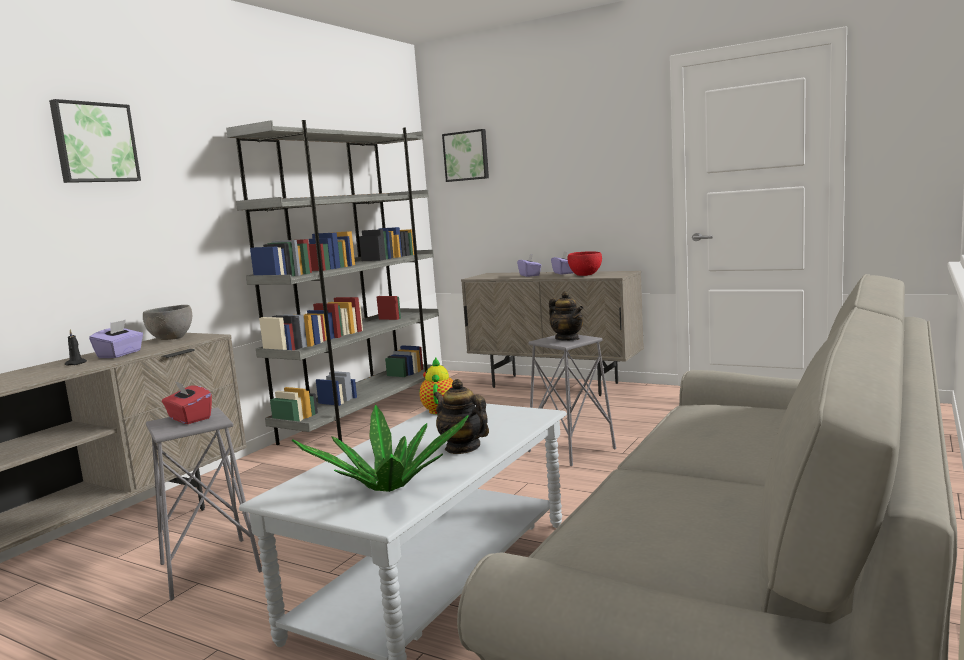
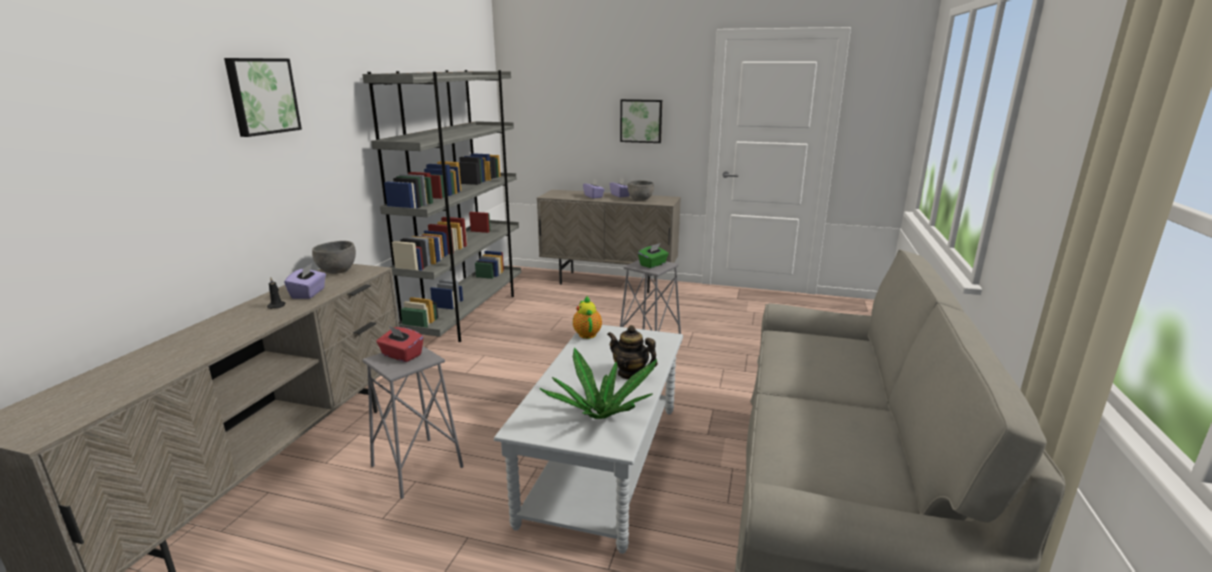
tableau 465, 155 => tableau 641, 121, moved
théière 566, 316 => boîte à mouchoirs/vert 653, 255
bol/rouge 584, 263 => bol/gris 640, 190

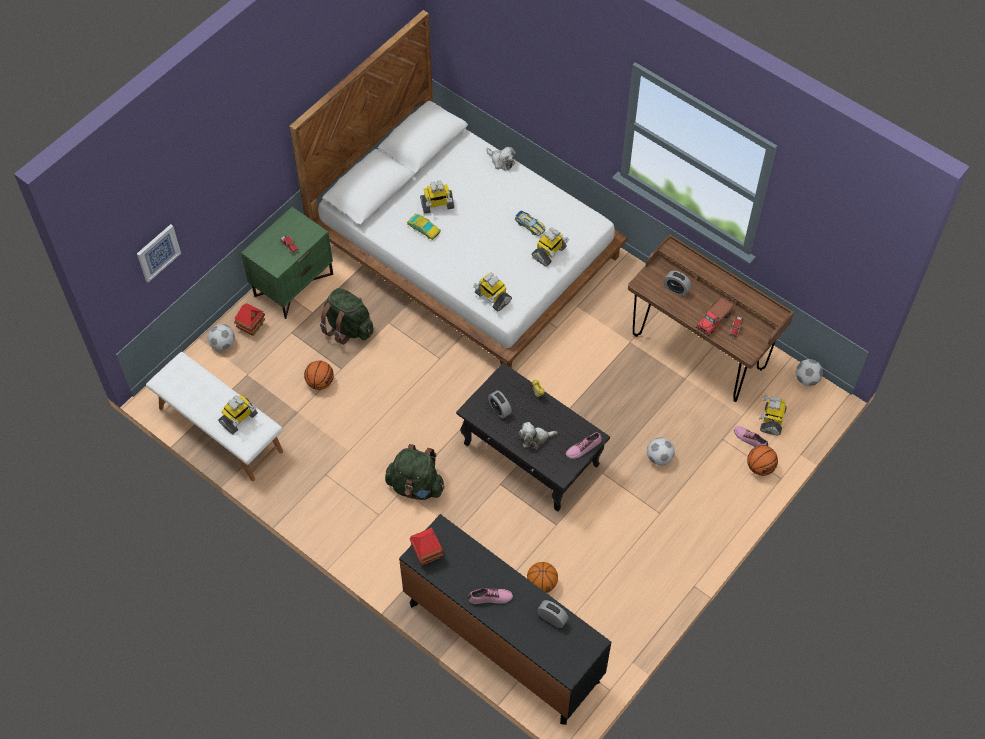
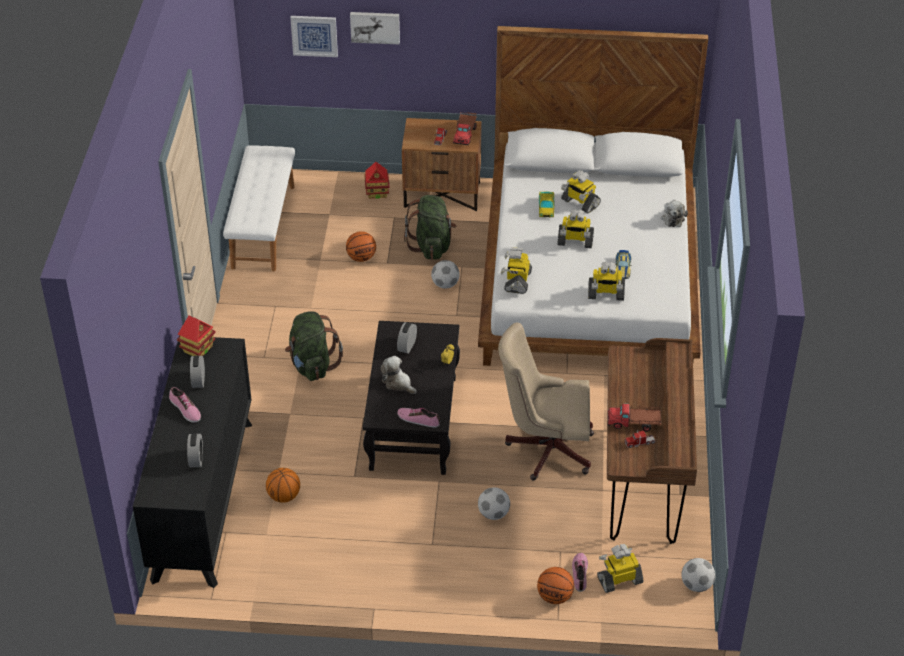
nothing => tableau 375, 28
nothing => camion jouet 465, 128
nothing => chaise de bureau/beige 546, 402
ballon de foot 221, 337 => ballon de foot 445, 274, moved
robot jouet 238, 415 => robot jouet 575, 228, moved
réveil 678, 283 => réveil 197, 372, moved
table de chevet/vert 287, 263 => table de chevet/marron 442, 164

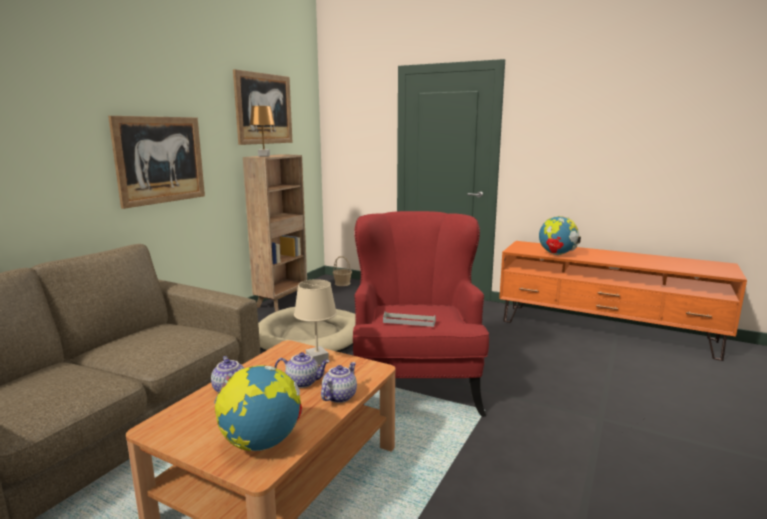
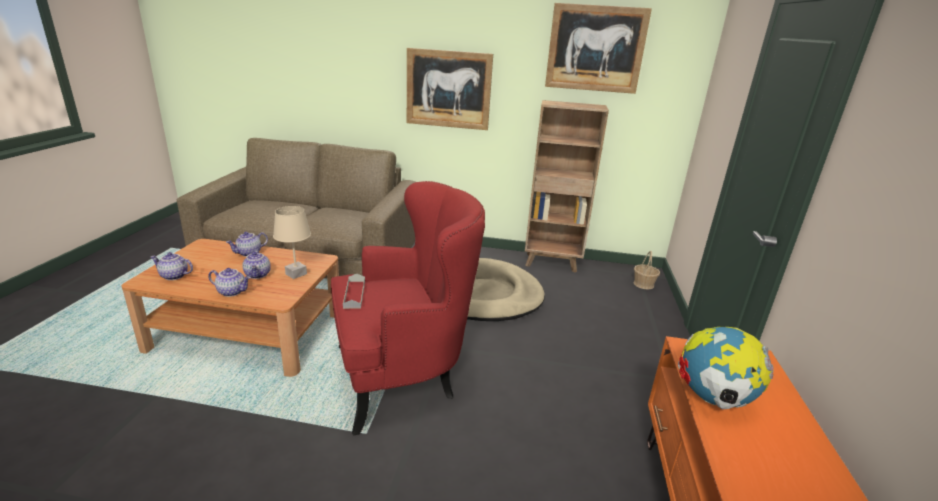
lampe de table/marron 262, 131 => nothing
globe 258, 408 => théière 172, 266

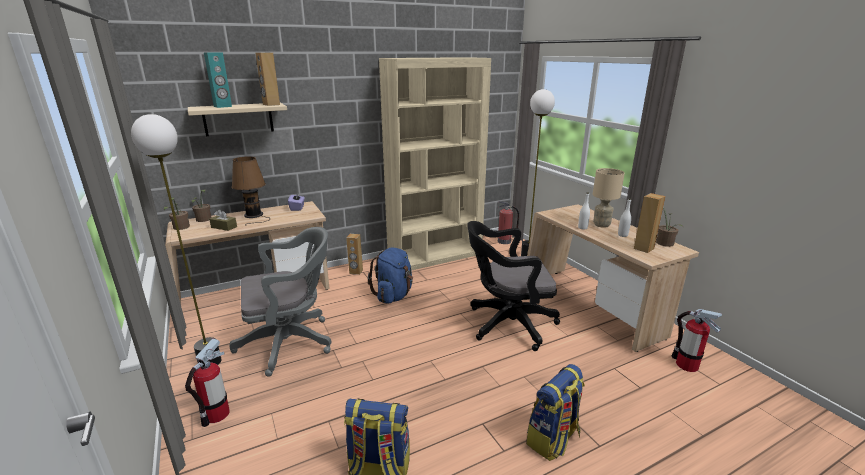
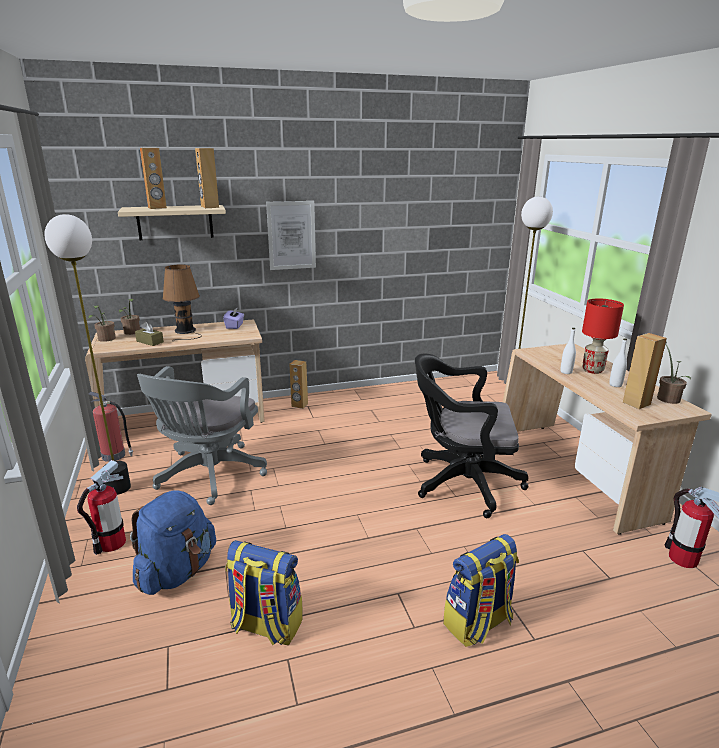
bibliothèque/beige 435, 164 => nothing
nothing => tableau 291, 235
sac à dos/bleu 390, 275 => sac à dos/bleu 173, 542, moved
extincteur 508, 222 => extincteur 110, 427, moved
enceinte/turquoise 218, 80 => enceinte/marron 153, 178
lampe de table/beige 609, 198 => lampe de table/rouge 603, 336
chaise de bureau/gris 281, 302 => chaise de bureau/gris 202, 435, 120 degrees clockwise

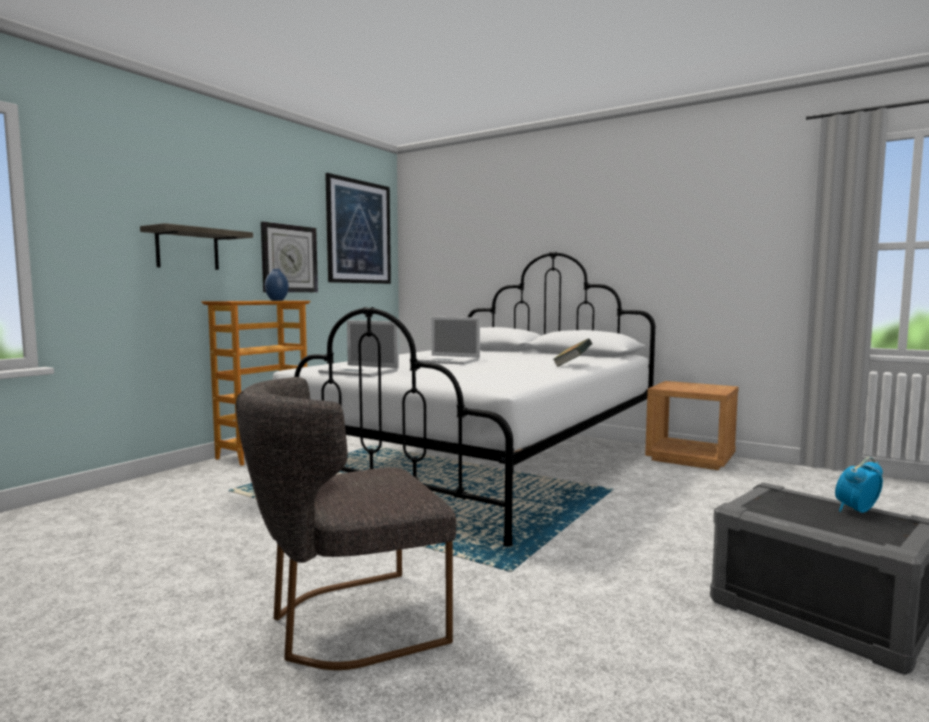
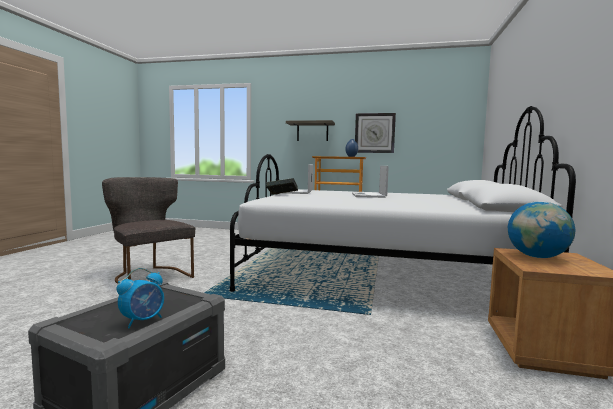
tableau 358, 228 => nothing
nothing => globe 541, 229
livre 572, 352 => livre 282, 186, moved
réveil 859, 485 => réveil 140, 298, 90 degrees clockwise

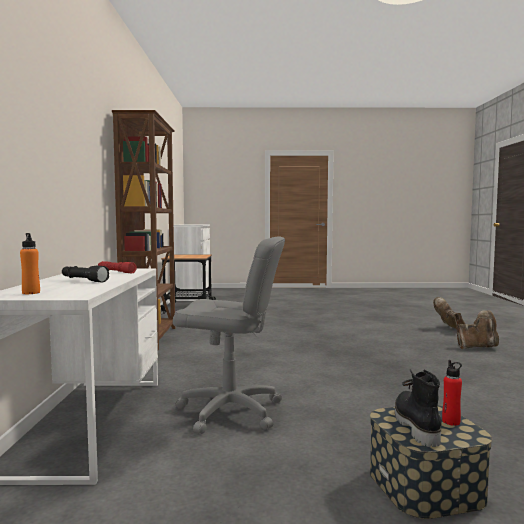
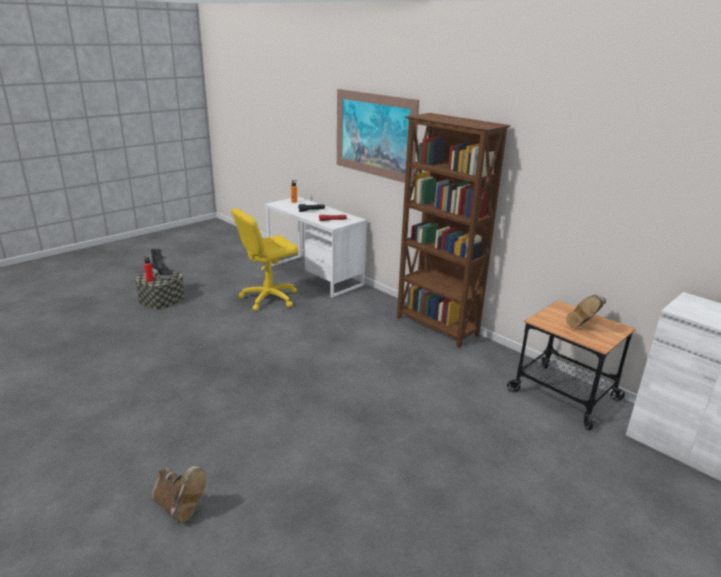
nothing => tableau 378, 136
botte/marron 478, 329 => botte/marron 586, 311, moved
chaise de bureau/gris 229, 335 => chaise de bureau/jaune 265, 259

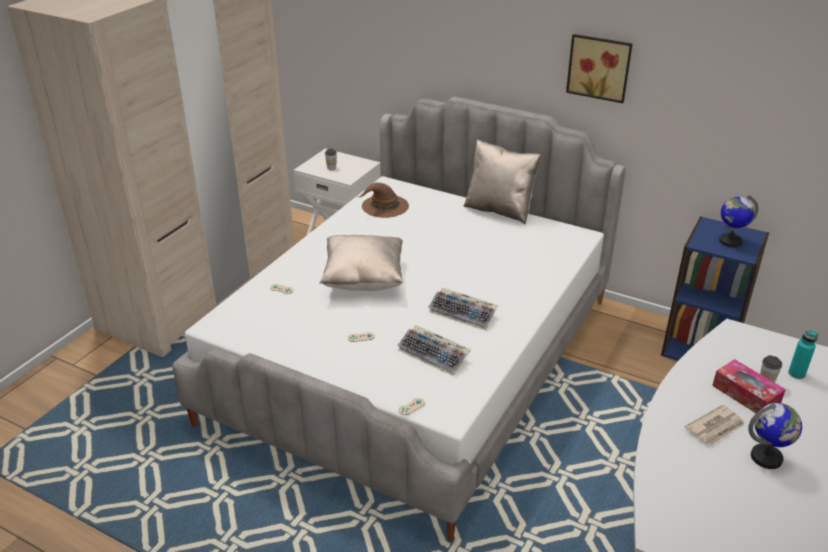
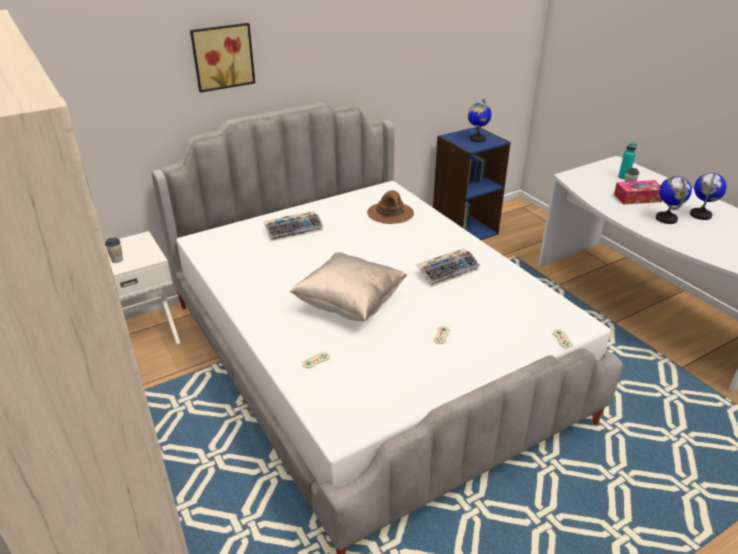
coussin/beige 502, 181 => nothing
chapeau/marron 384, 200 => chapeau/marron 390, 207, moved
clavier 434, 350 => clavier 293, 226, moved
tableau 599, 68 => tableau 222, 58, moved
journal 715, 425 => globe 674, 200

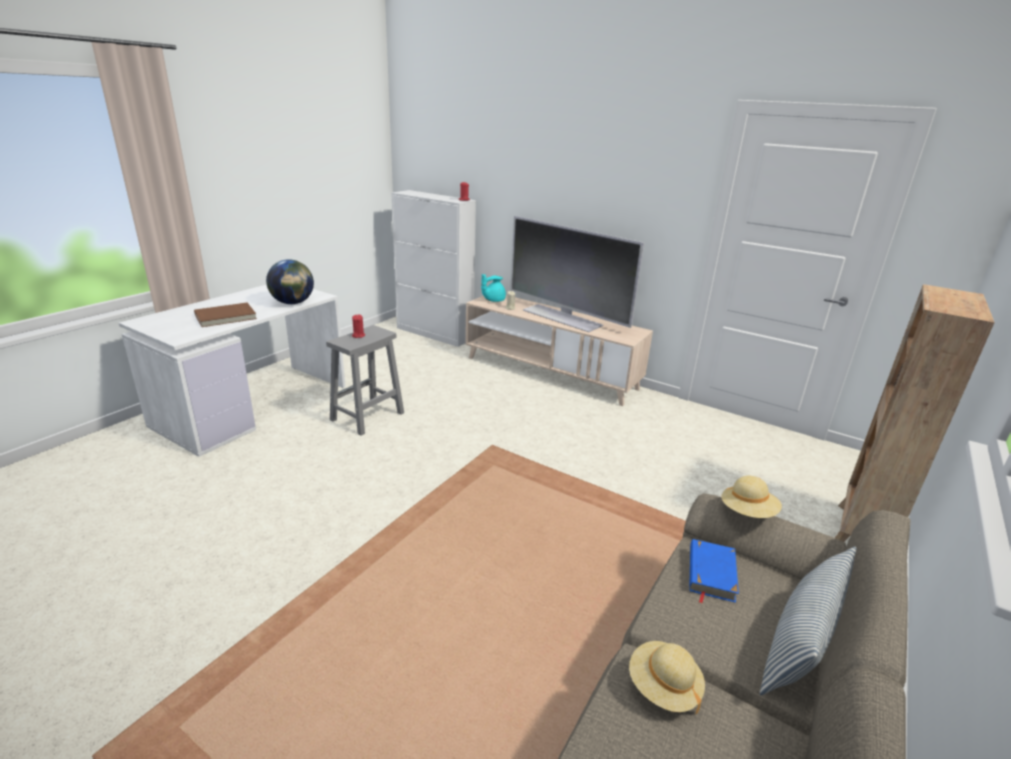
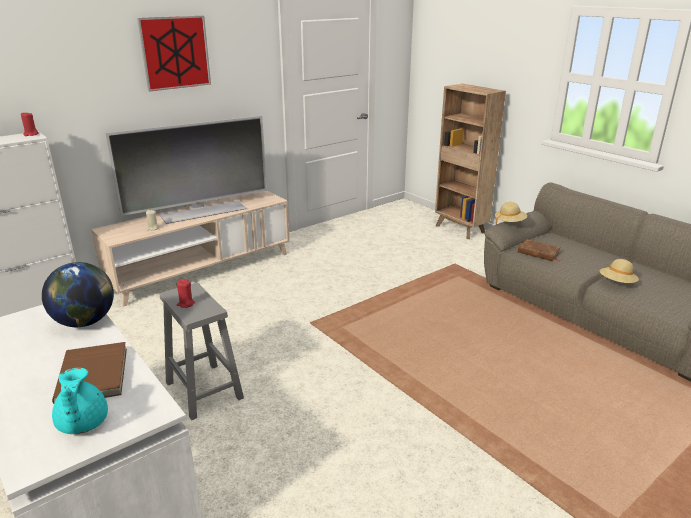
coussin 808, 621 => nothing
nothing => tableau 174, 53
théière/turquoise 493, 288 => théière/turquoise 80, 401, moved
livre/bleu 714, 571 => livre/marron 539, 250

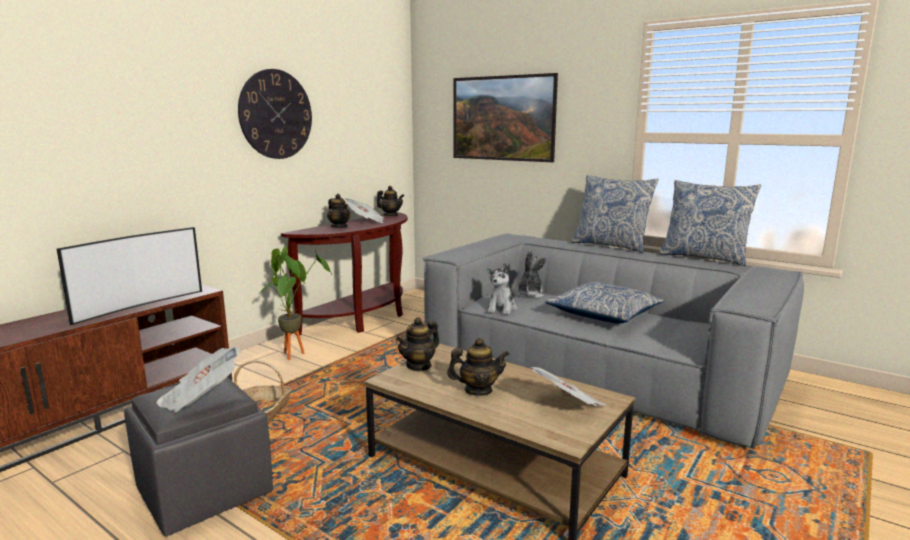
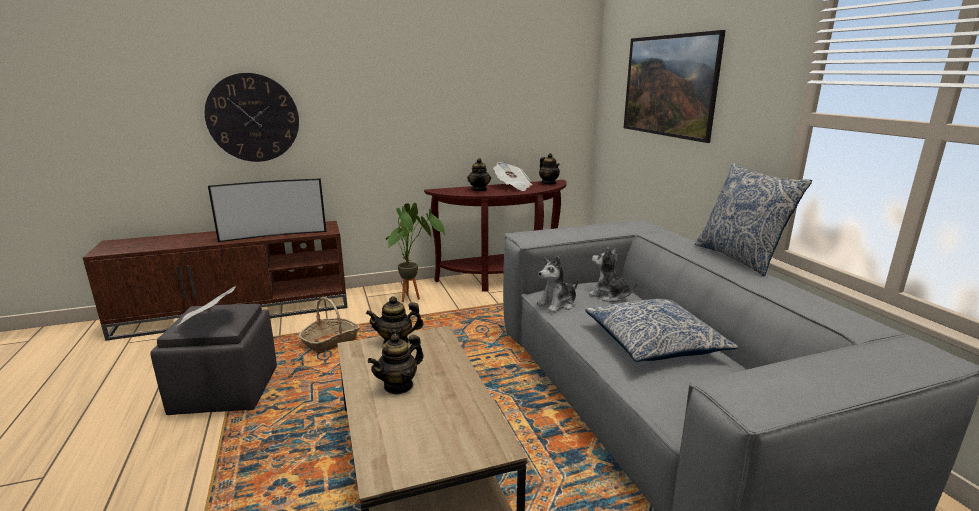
journal 569, 387 => nothing
coussin 710, 223 => nothing
horloge murale 275, 114 => horloge murale 252, 117, moved
théière 478, 367 => théière 396, 364, 105 degrees clockwise
peluche 531, 274 => peluche 613, 274, 105 degrees counterclockwise

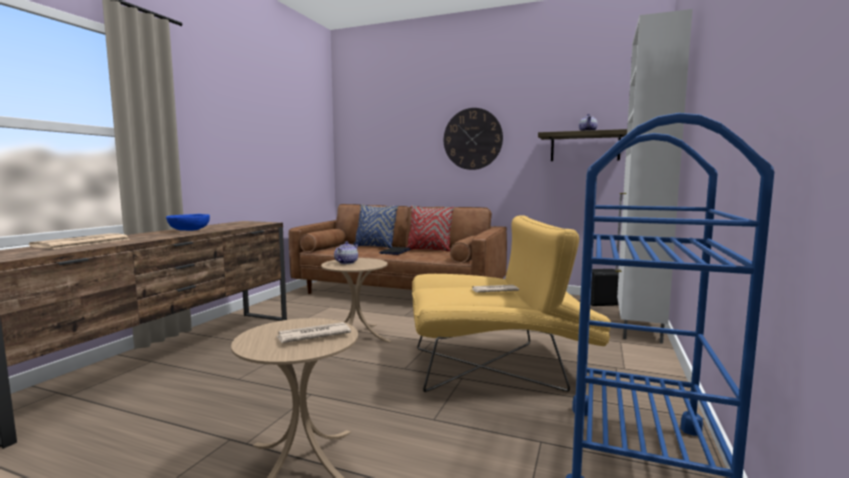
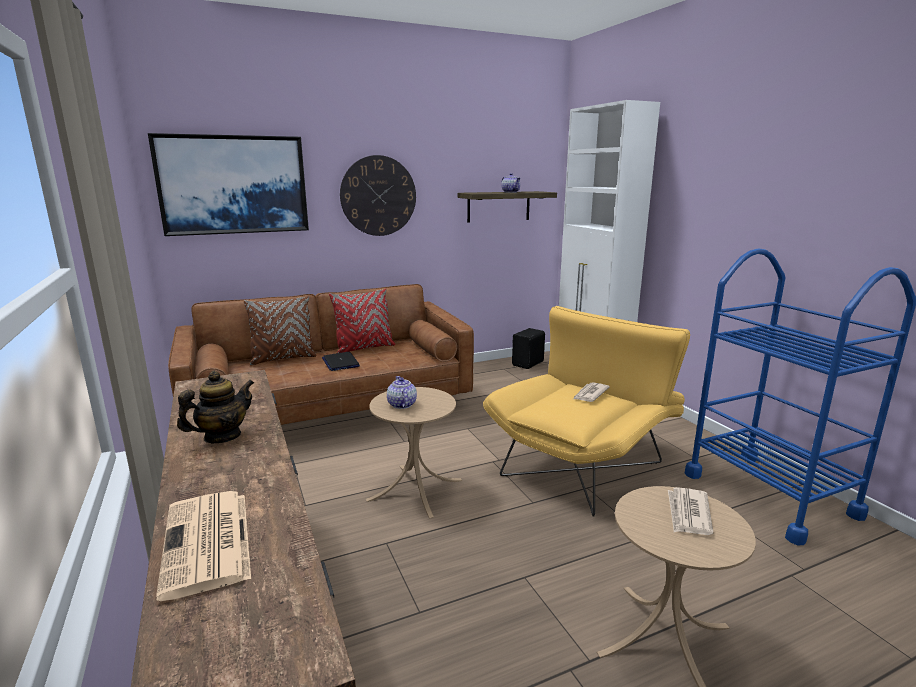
nothing => tableau 228, 184
bol/bleu 188, 222 => théière 215, 407
coussin/bleu 375, 226 => coussin/marron 280, 330

